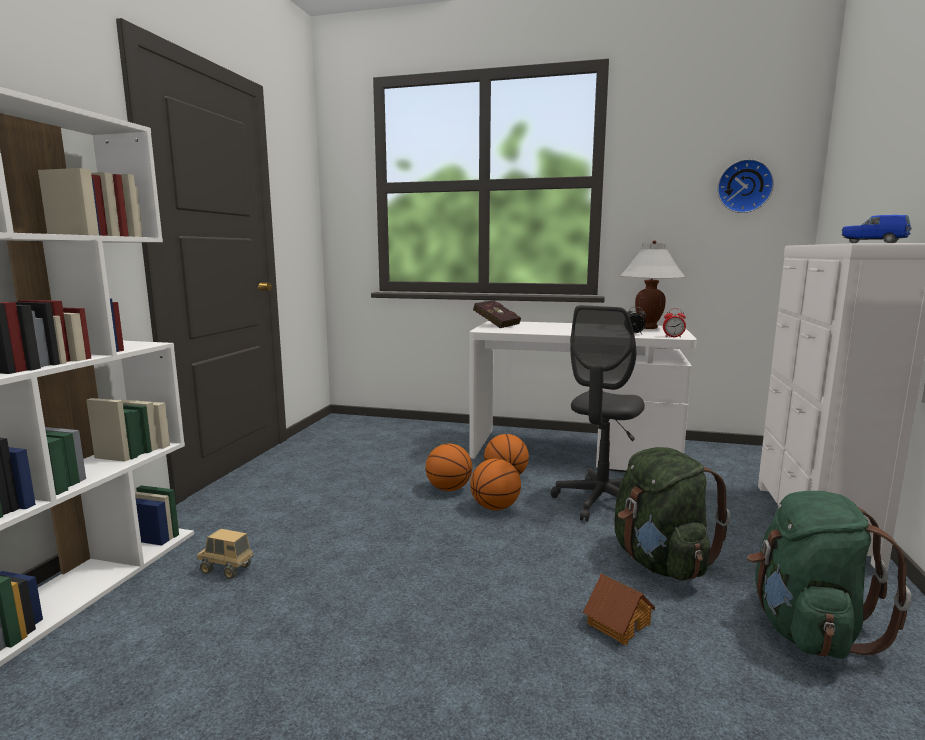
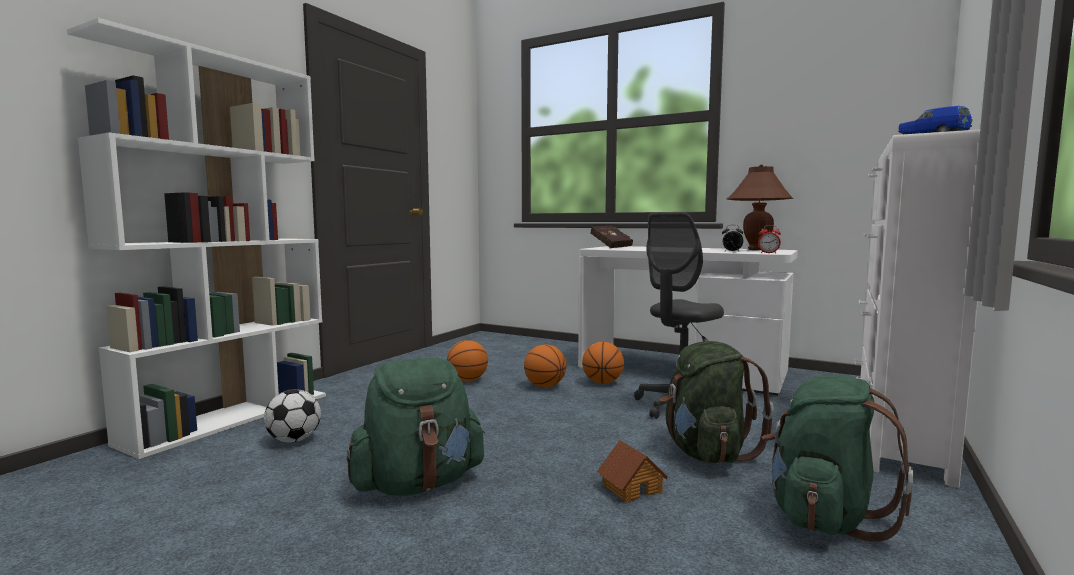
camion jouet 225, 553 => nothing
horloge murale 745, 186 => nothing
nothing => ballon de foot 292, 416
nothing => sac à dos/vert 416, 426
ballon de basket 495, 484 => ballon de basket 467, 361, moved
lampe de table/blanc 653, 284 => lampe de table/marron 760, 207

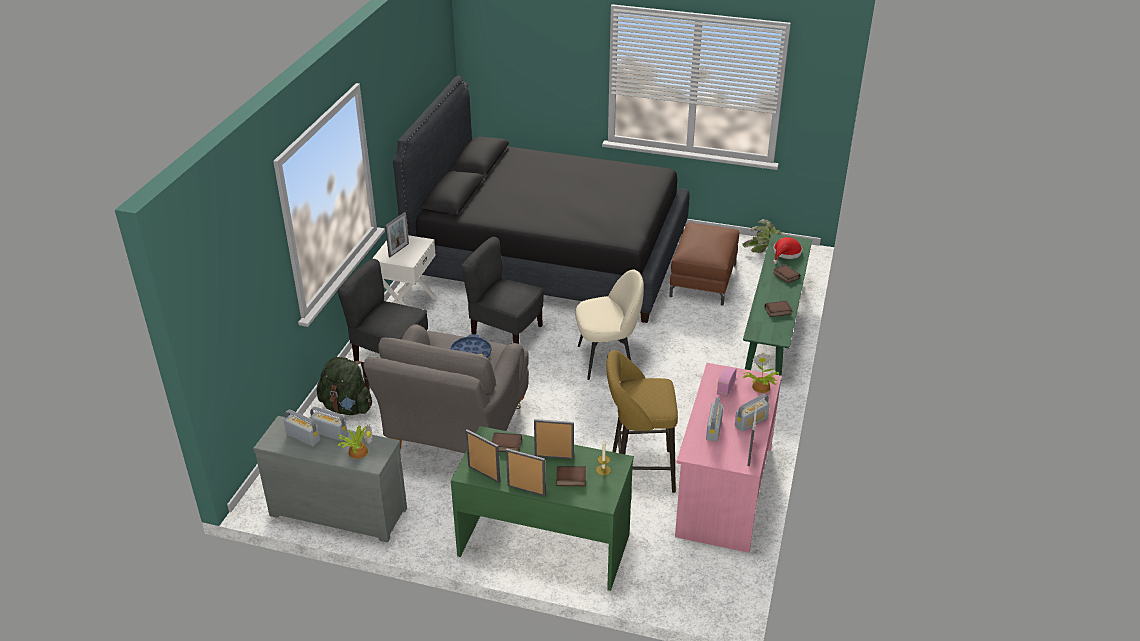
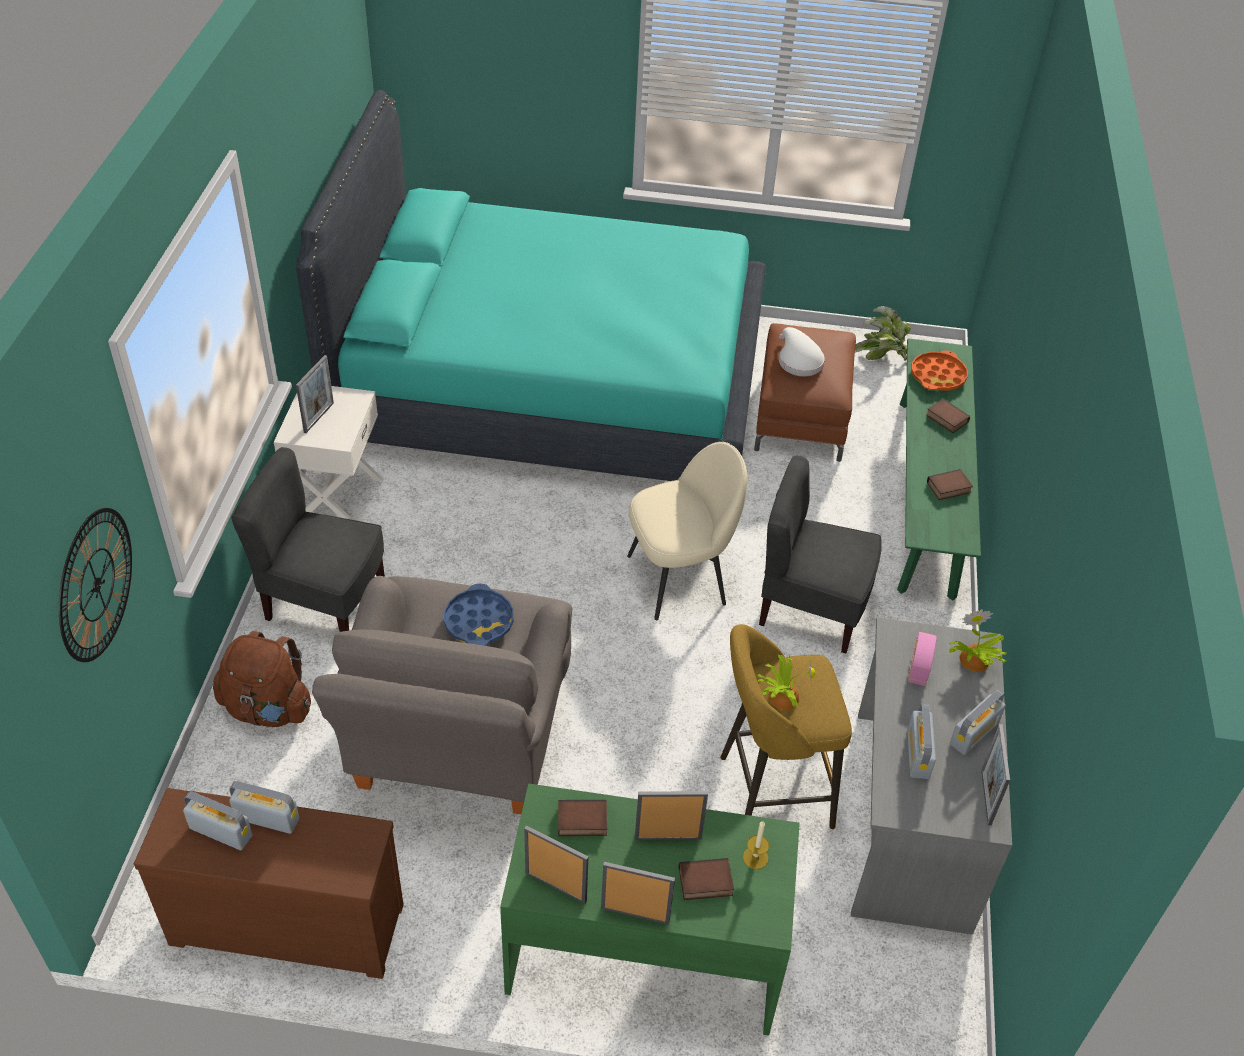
nothing => horloge murale 95, 585
nothing => chapeau/blanc 802, 351
plante en pot 355, 441 => plante en pot 786, 682, moved
chaise/gris 502, 290 => chaise/gris 820, 555, moved
chapeau/rouge 787, 250 => plateau/orange 939, 370
commode/gris 330, 479 => commode/marron 269, 883
sac à dos/vert 344, 386 => sac à dos/marron 262, 679
lit/noir 541, 199 => lit/turquoise 530, 285
bureau/rose 728, 458 => bureau/gris 931, 776

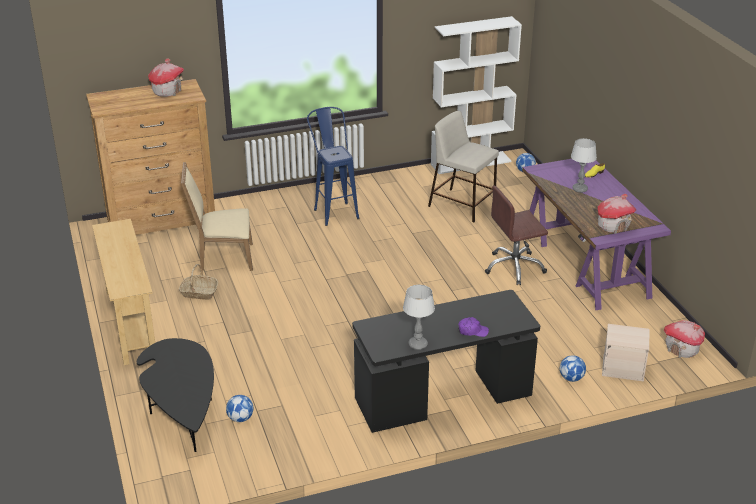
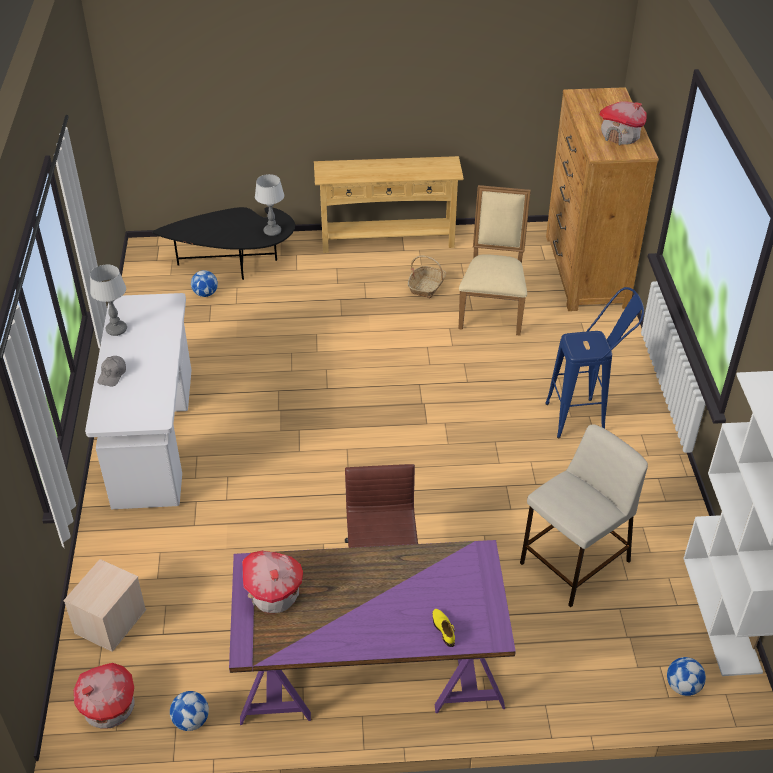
ballon de foot 573, 368 => ballon de foot 189, 711, moved
lampe de table 584, 165 => lampe de table 269, 205, moved
bureau/noir 446, 361 => bureau/blanc 138, 401
casquette/violet 473, 327 => casquette/gris 111, 371

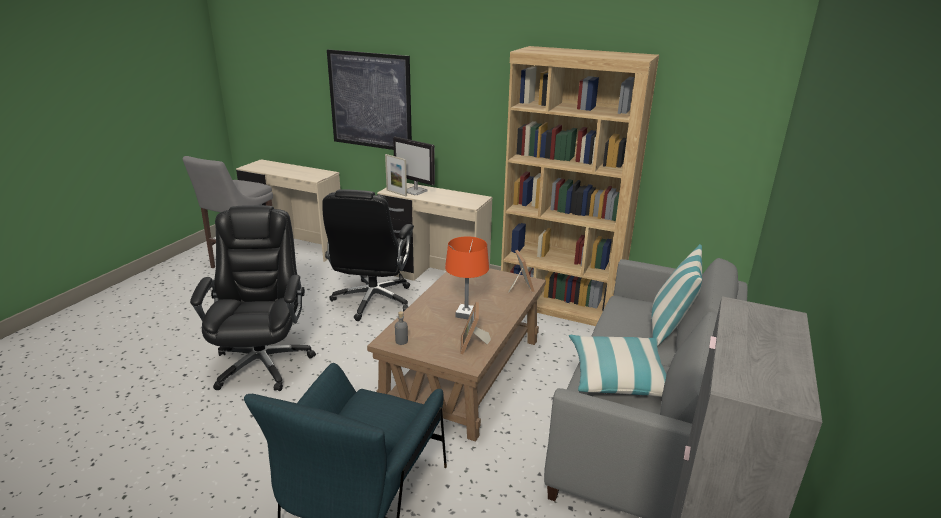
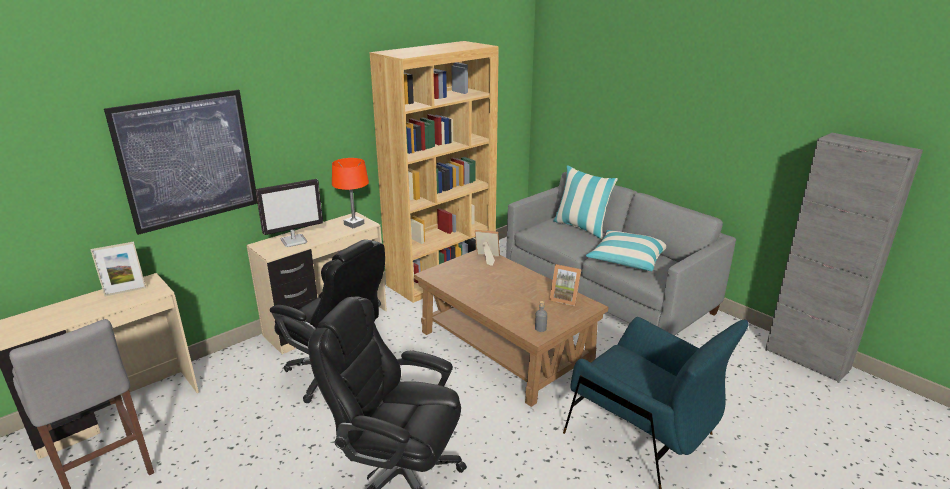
cadre photo 396, 175 => cadre photo 118, 269, moved
lampe de table/orange 467, 277 => lampe de table/orange 350, 193, moved

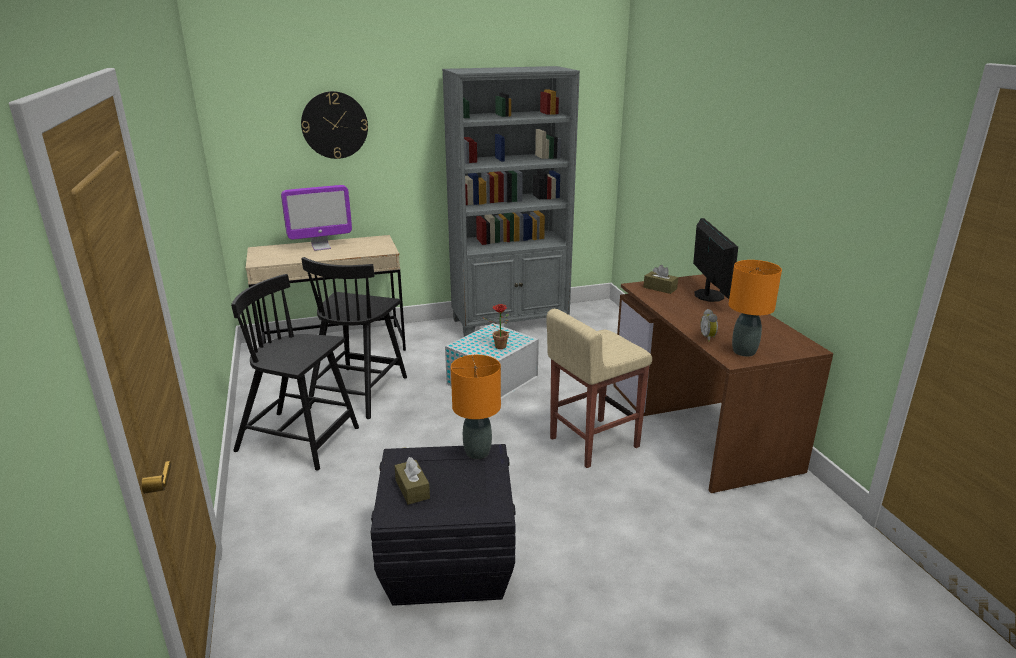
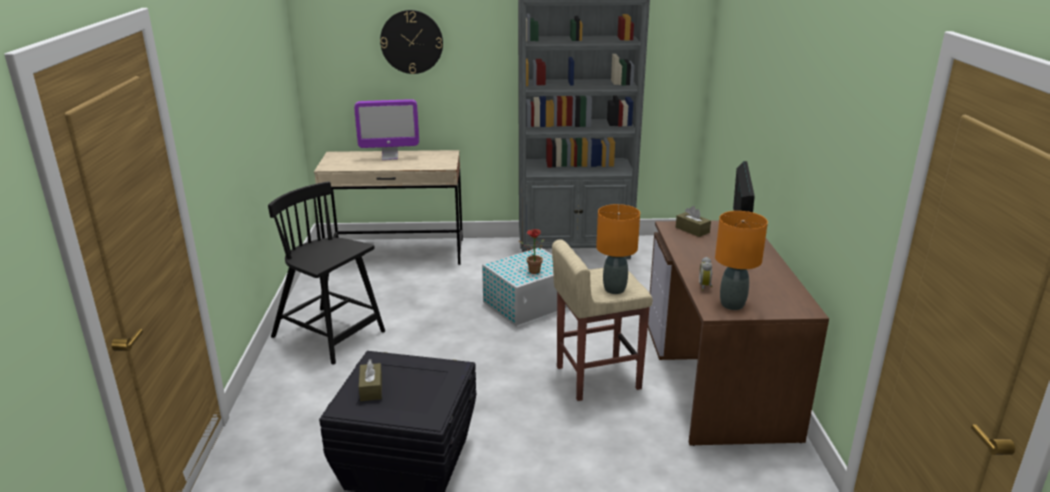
chaise/noir 354, 338 => nothing
lampe de table/orange 476, 407 => lampe de table/orange 618, 249, moved

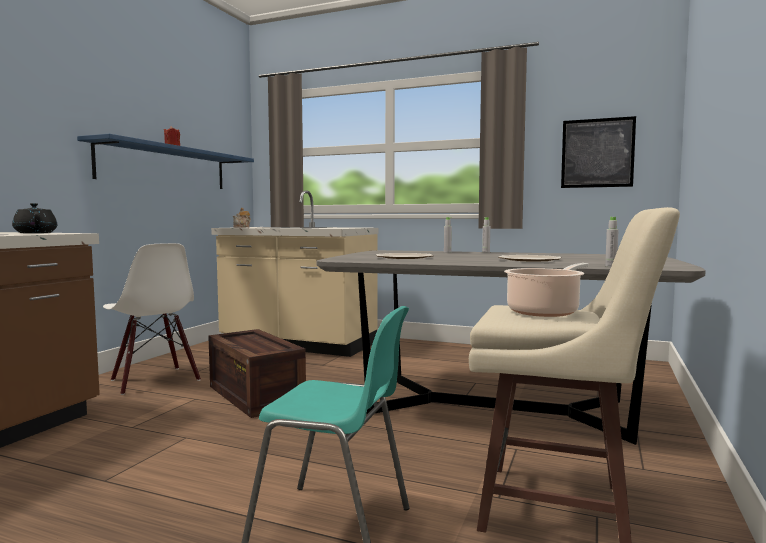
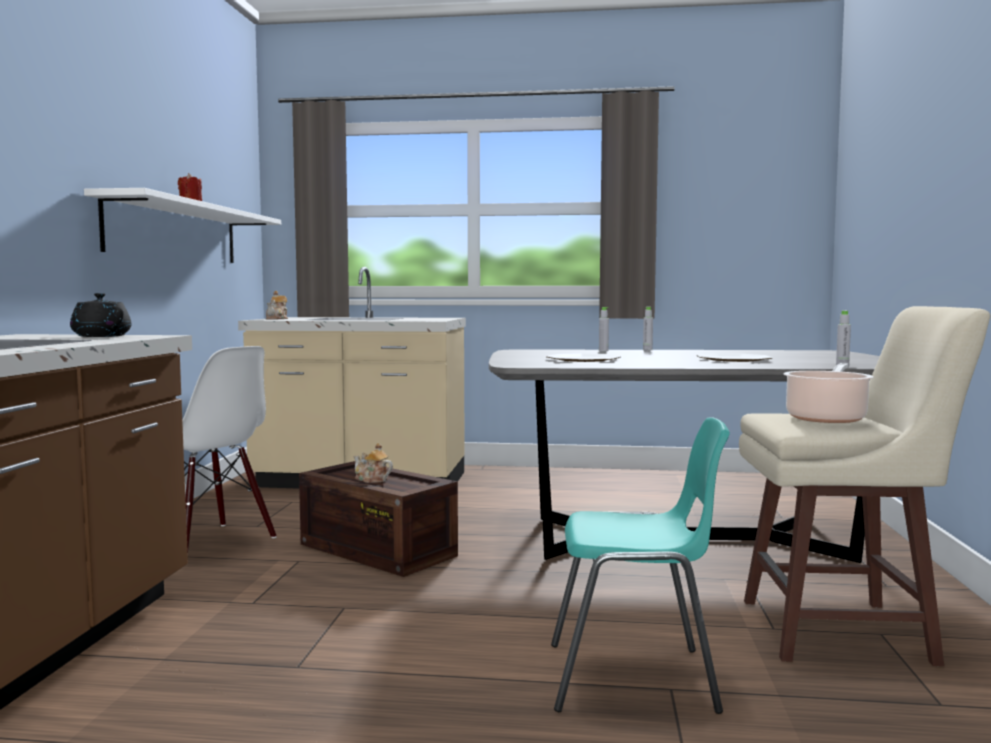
tableau 598, 152 => nothing
nothing => théière 373, 463
étagère/bleu 165, 161 => étagère/blanc 182, 225

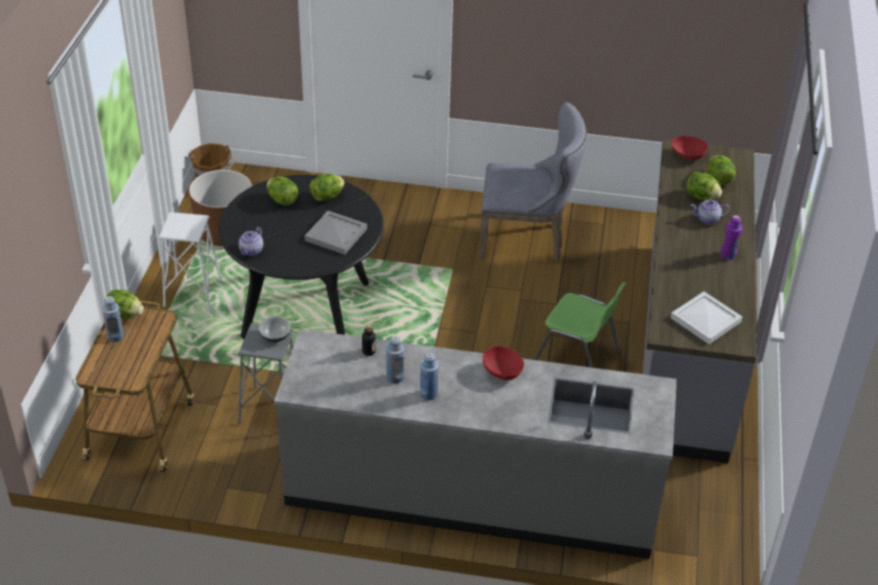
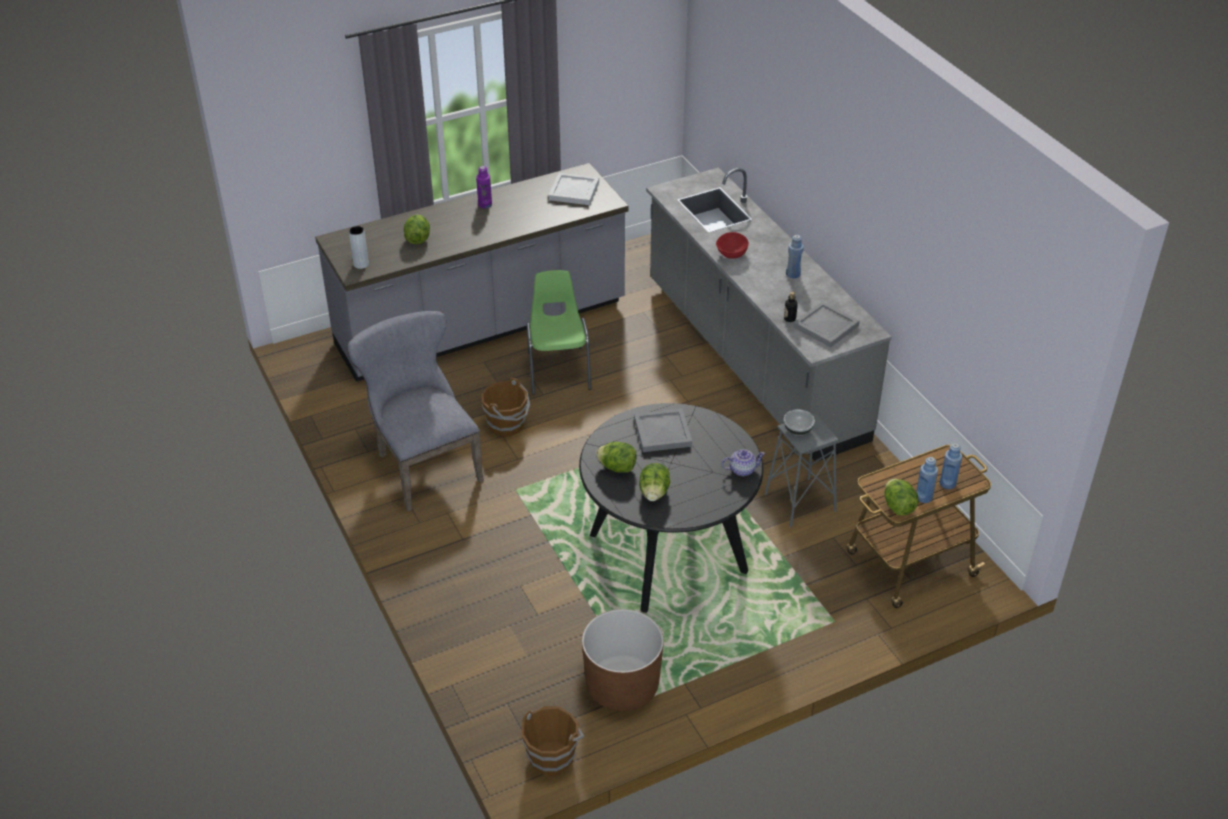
tabouret/blanc 190, 261 => nothing
théière 710, 212 => nothing
laitue 722, 170 => nothing
nothing => seau/marron 506, 407
nothing => plateau/gris 826, 324
bouteille/bleu 395, 360 => bouteille/bleu 951, 466, moved
bol/rouge 690, 148 => vase/gris 359, 247

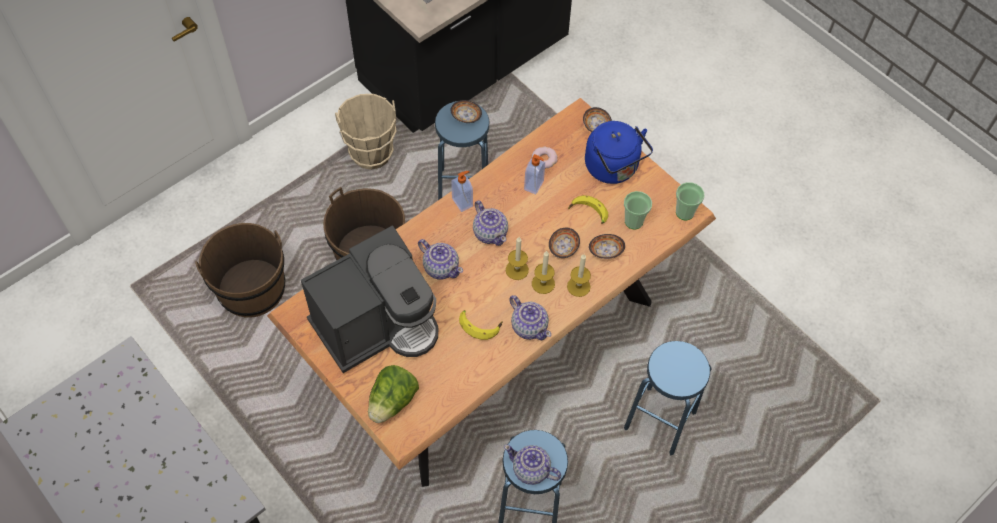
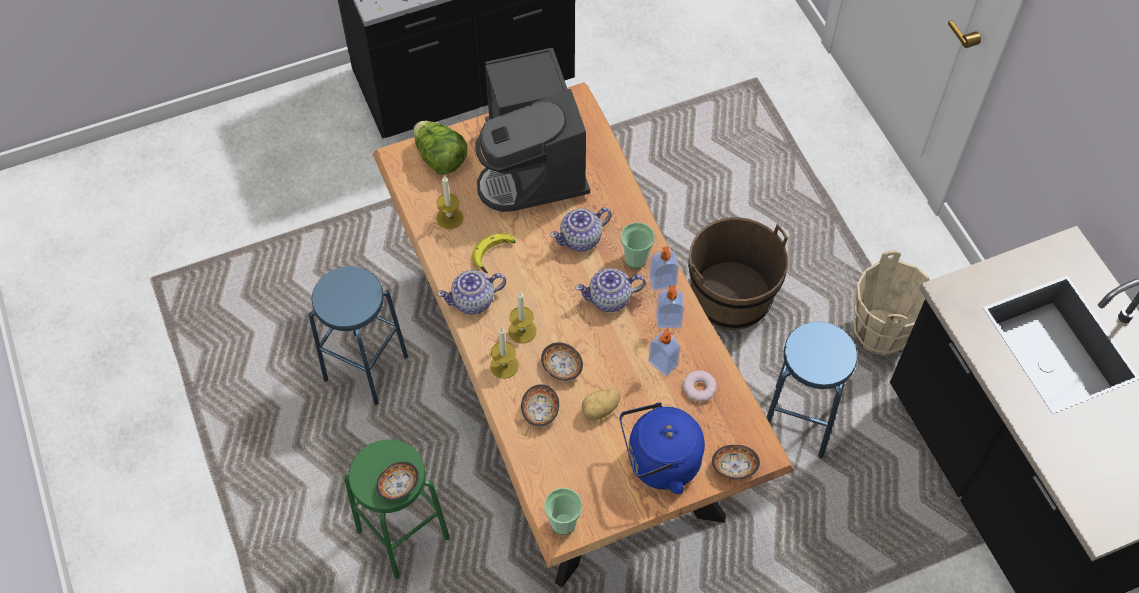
seau/marron 240, 270 => nothing
théière 532, 465 => nothing
nothing => distributeur de savon 670, 307
bol 466, 111 => bol 397, 481, moved
bougie 517, 258 => bougie 449, 202, moved
tasse 638, 210 => tasse 638, 245, moved
banane 588, 209 => pomme de terre 600, 405
tabouret/bleu 667, 398 => tabouret/vert 397, 509

